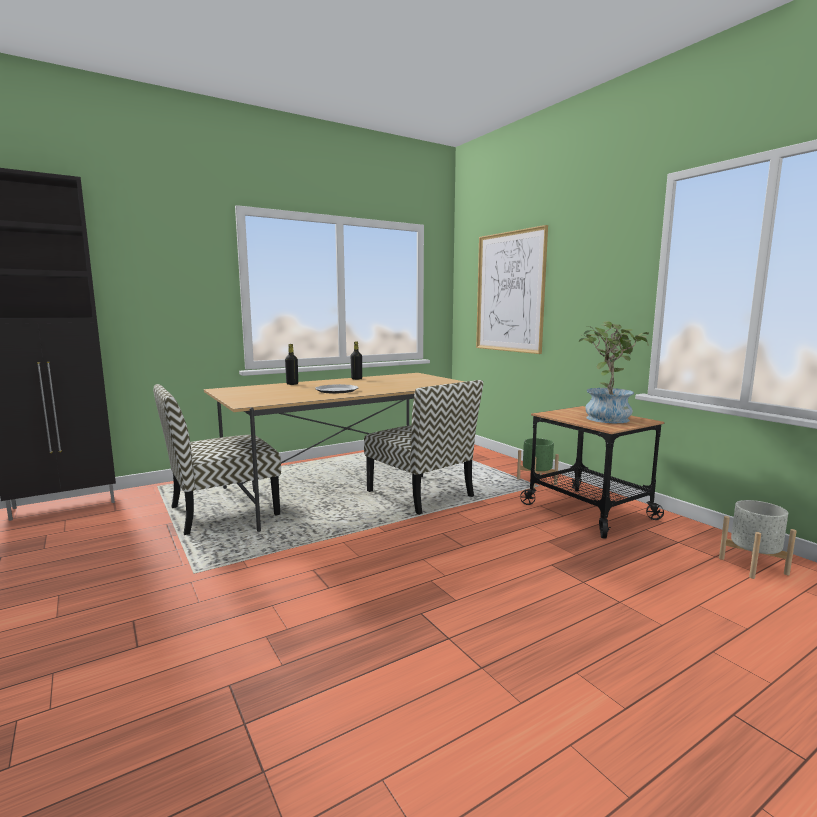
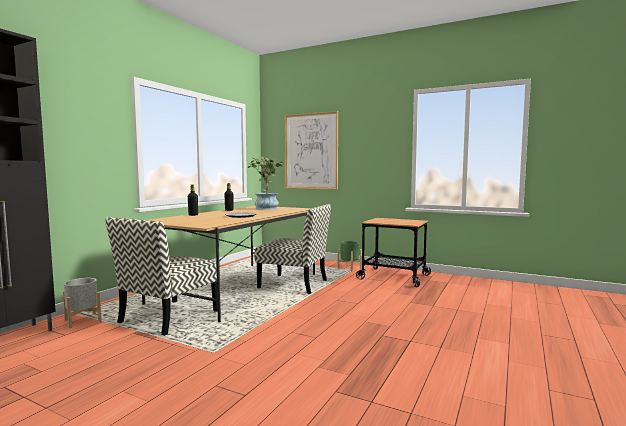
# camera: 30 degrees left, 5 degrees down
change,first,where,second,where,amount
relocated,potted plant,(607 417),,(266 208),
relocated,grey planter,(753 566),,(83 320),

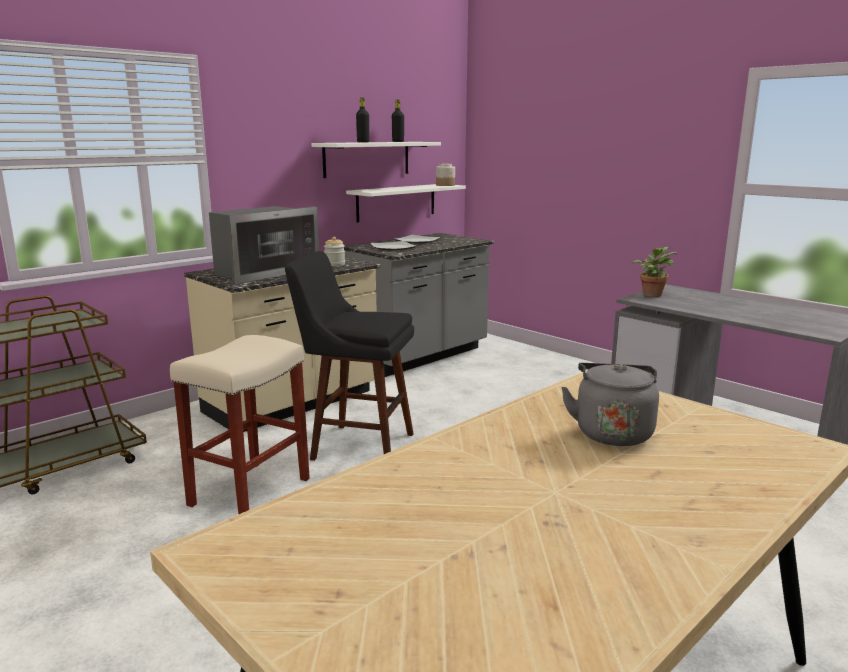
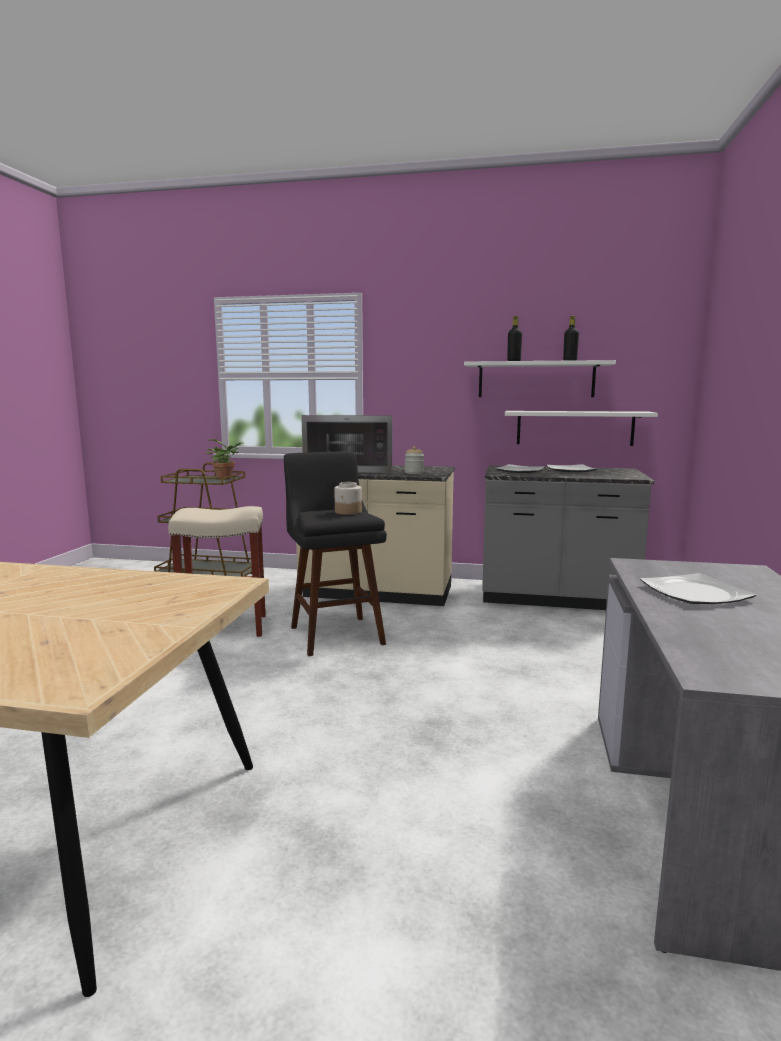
# camera: 55 degrees right, 5 degrees down
change,first,where,second,where,amount
relocated,jar,(445 185),,(348 512),
missing,grey kettle,(612 432),,,
relocated,potted plant,(652 294),,(226 478),
appeared,,,plate,(693 593),

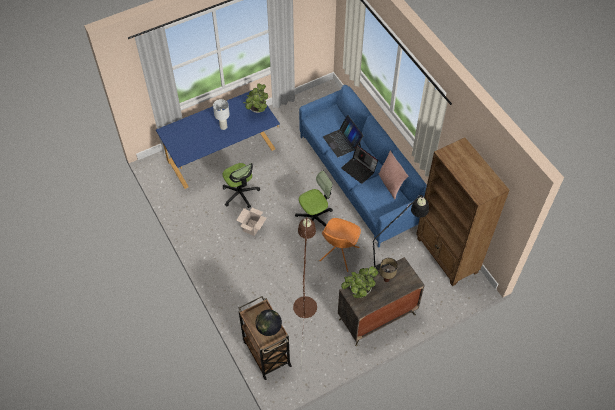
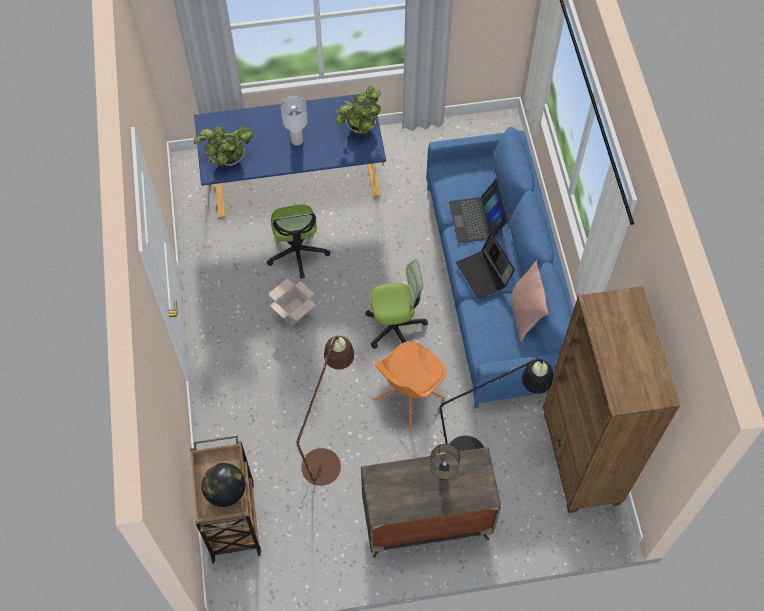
# camera: 20 degrees right, 5 degrees up
change,first,where,second,where,amount
relocated,potted plant,(359 290),,(228 159),

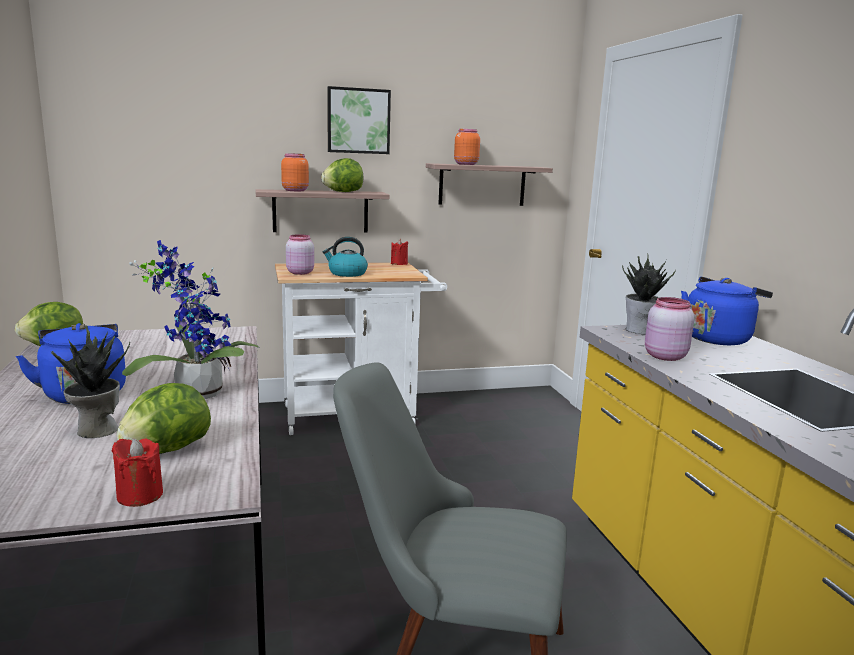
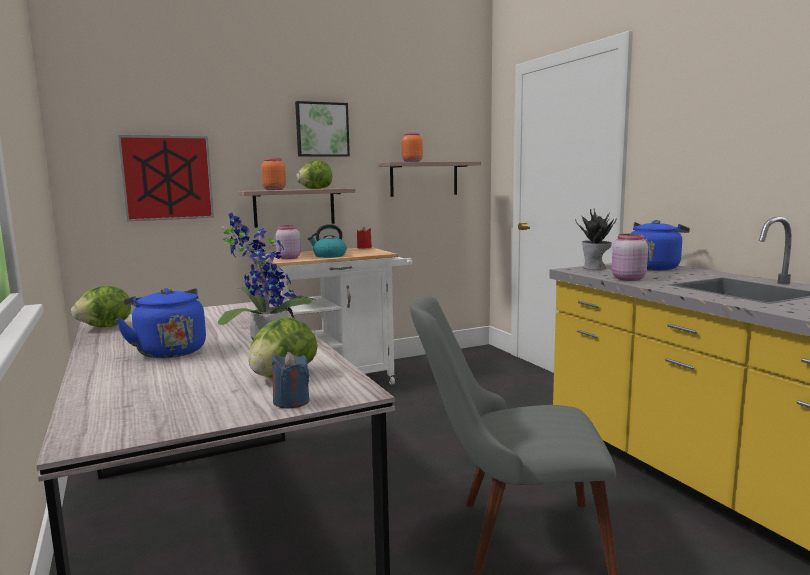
# camera: 10 degrees left, 5 degrees down
change,first,where,second,where,amount
missing,potted plant,(96 430),,,
colour,red candle,(140 495),blue candle,(291 401),
appeared,,,picture,(167 178),

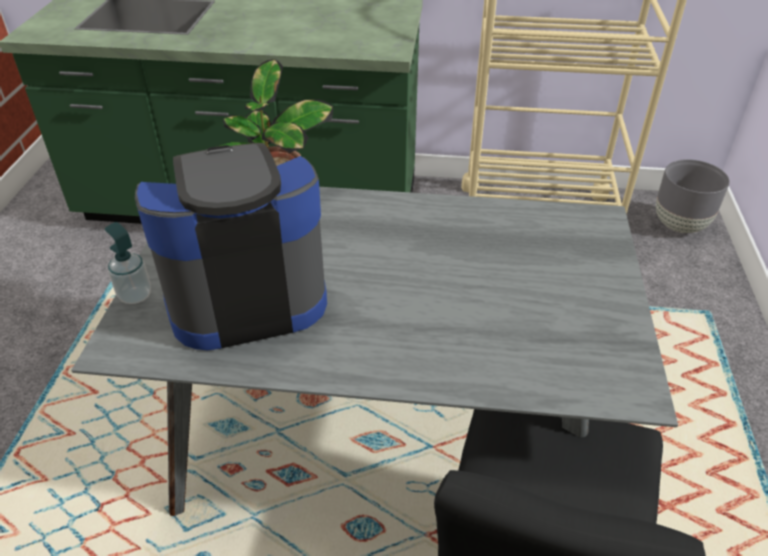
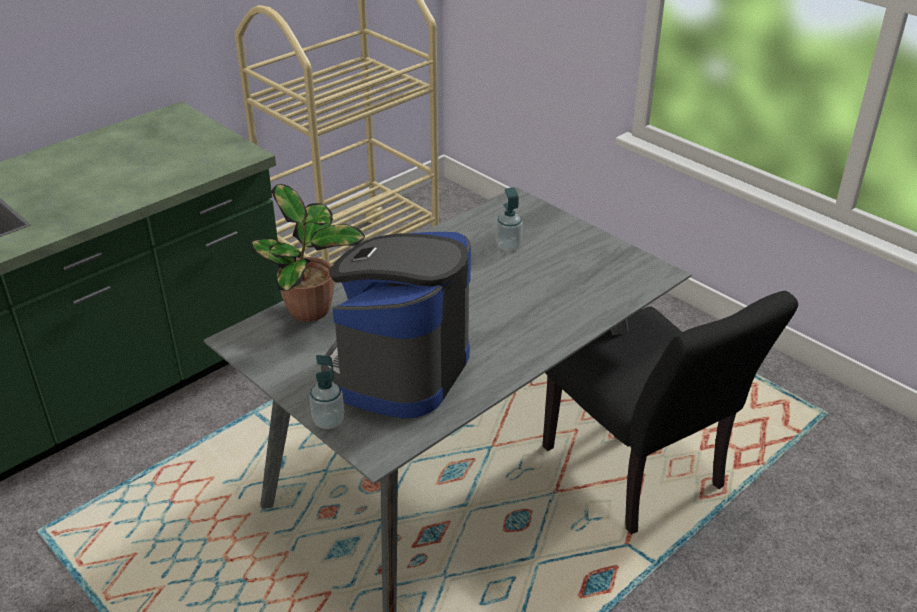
# camera: 50 degrees left, 5 degrees down
change,first,where,second,where,amount
missing,grey planter,(680 225),,,
appeared,,,soap dispenser,(508 246),

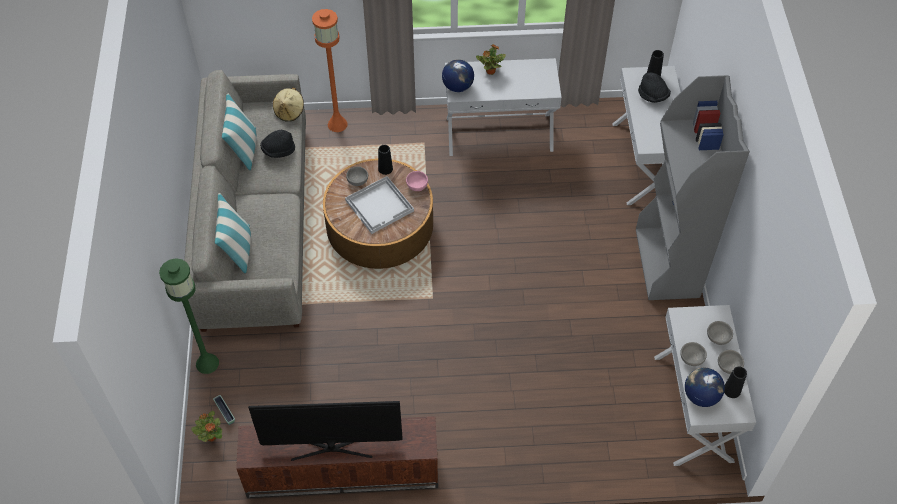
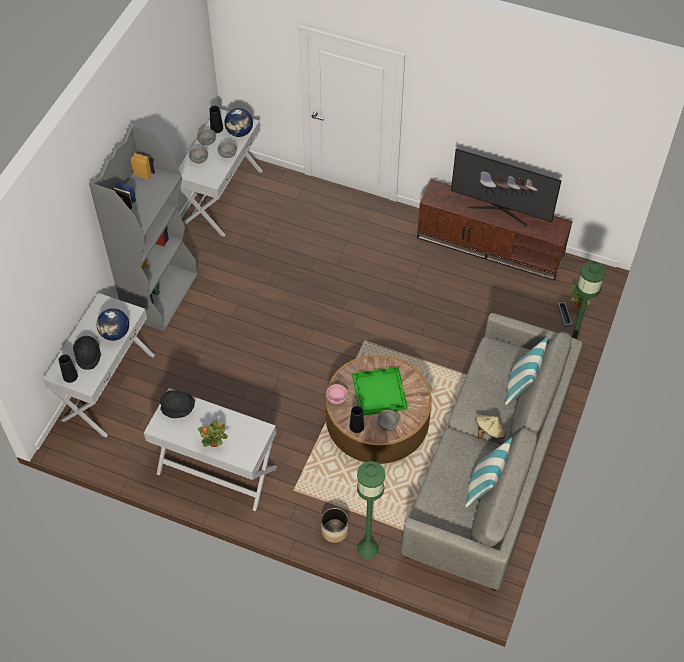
# camera: 155 degrees left, 0 degrees up
change,first,where,second,where,amount
relocated,black hat,(278 150),,(178 408),
relocated,beige hat,(289 111),,(489 432),
colour,orange floor lamp,(337 124),green floor lamp,(367 549),
colour,white tray,(380 206),green tray,(378 392),
relocated,globe,(457 86),,(115 333),
appeared,,,planter,(334 531),

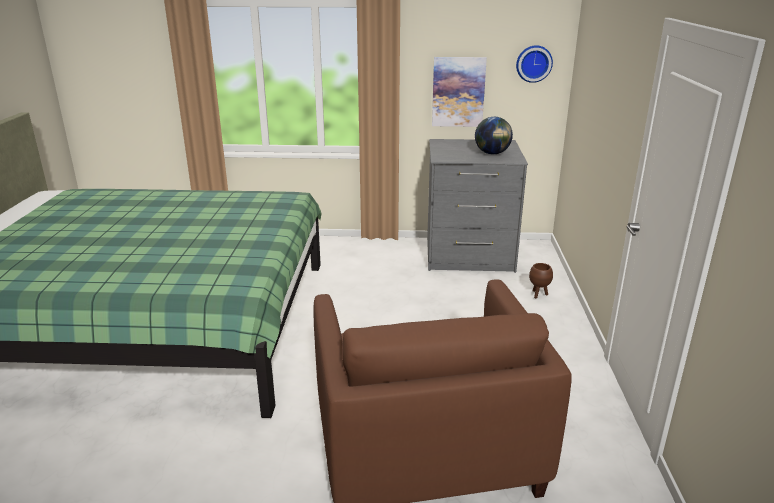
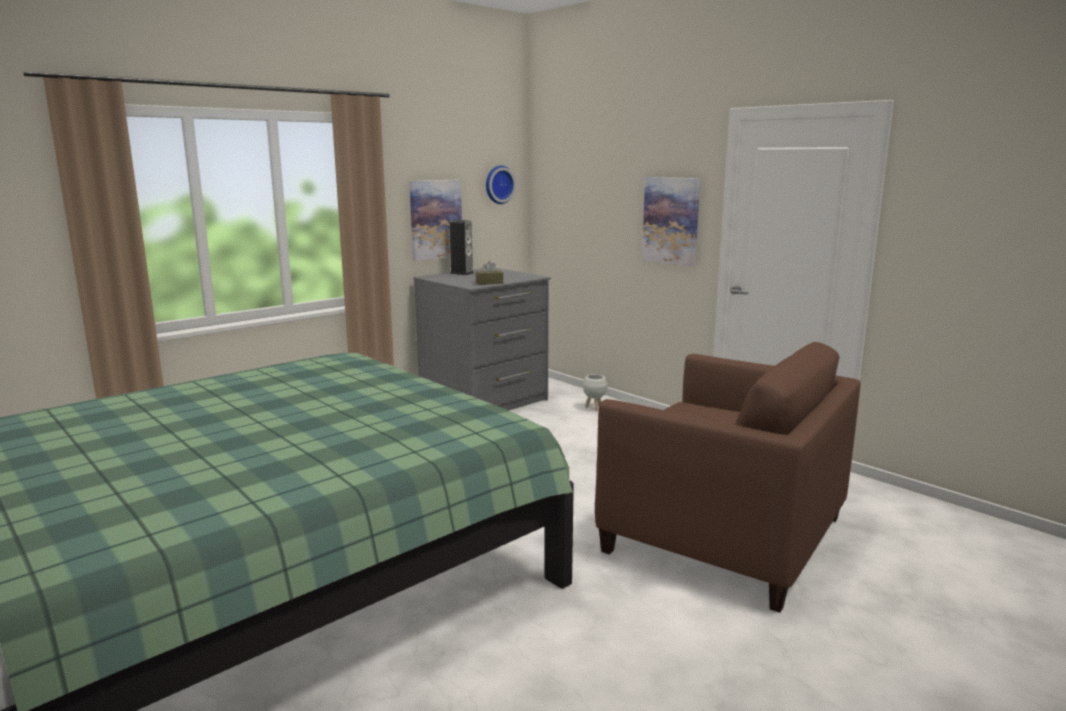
# camera: 45 degrees left, 10 degrees down
change,first,where,second,where,amount
missing,globe,(492 153),,,
colour,brown planter,(538 294),white planter,(594 408),
appeared,,,speaker,(461 273),
appeared,,,brown tissue box,(489 283),
appeared,,,picture,(671 220),

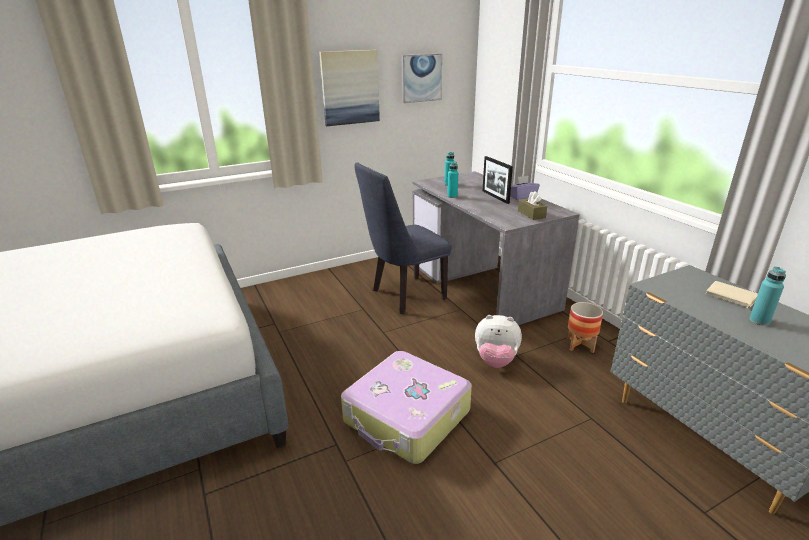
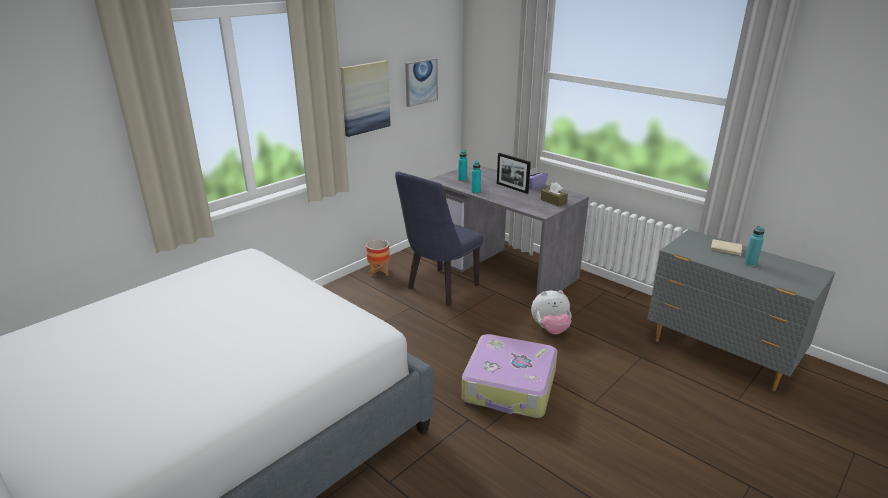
# camera: 20 degrees left, 0 degrees up
change,first,where,second,where,amount
relocated,planter,(580 345),,(379 272),

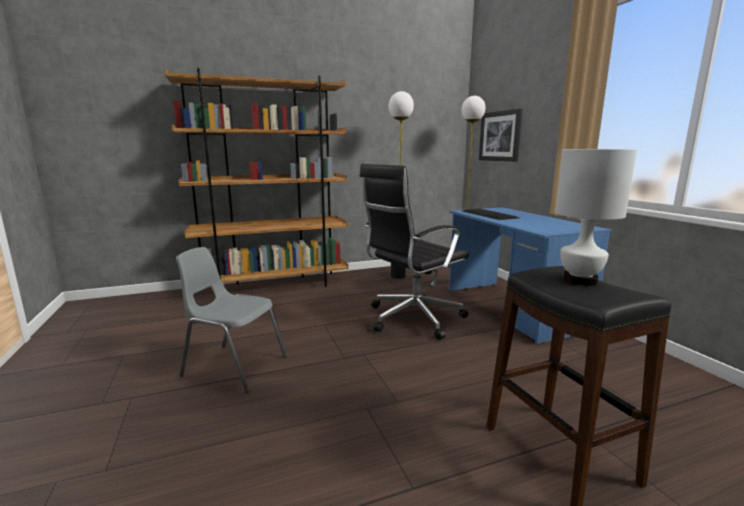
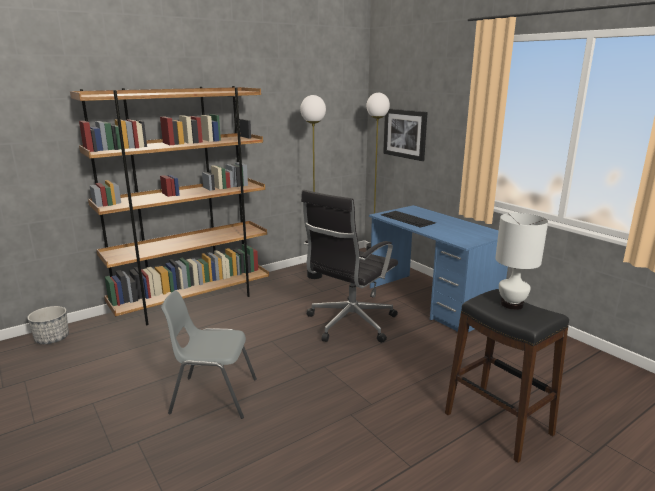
# camera: 15 degrees left, 5 degrees up
change,first,where,second,where,amount
appeared,,,planter,(52 339),

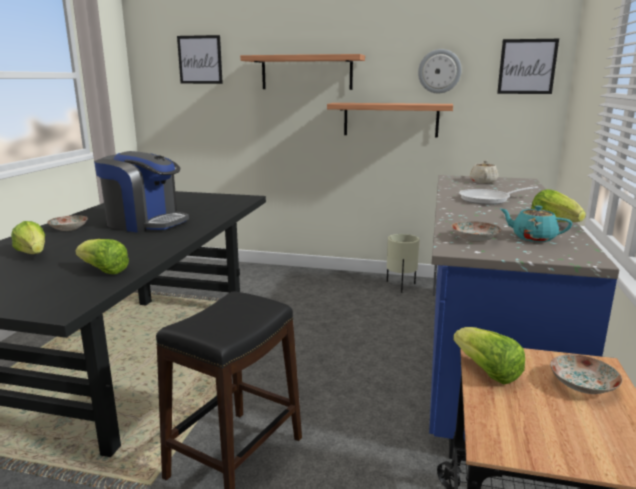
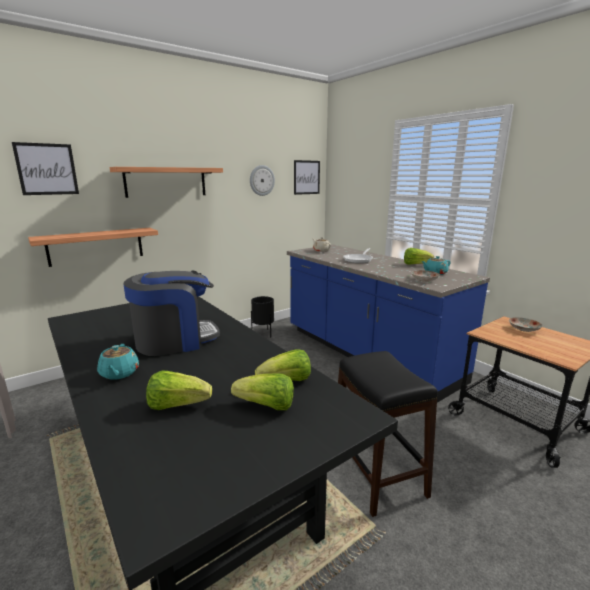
# camera: 50 degrees left, 0 degrees up
change,first,where,second,where,amount
exchanged,plate,(69 228),turquoise teapot,(119 373),
relocated,shelf,(390 119),,(96 246),
colour,beige planter,(401 286),black planter,(263 334),
relocated,lettuce,(486 371),,(266 406),

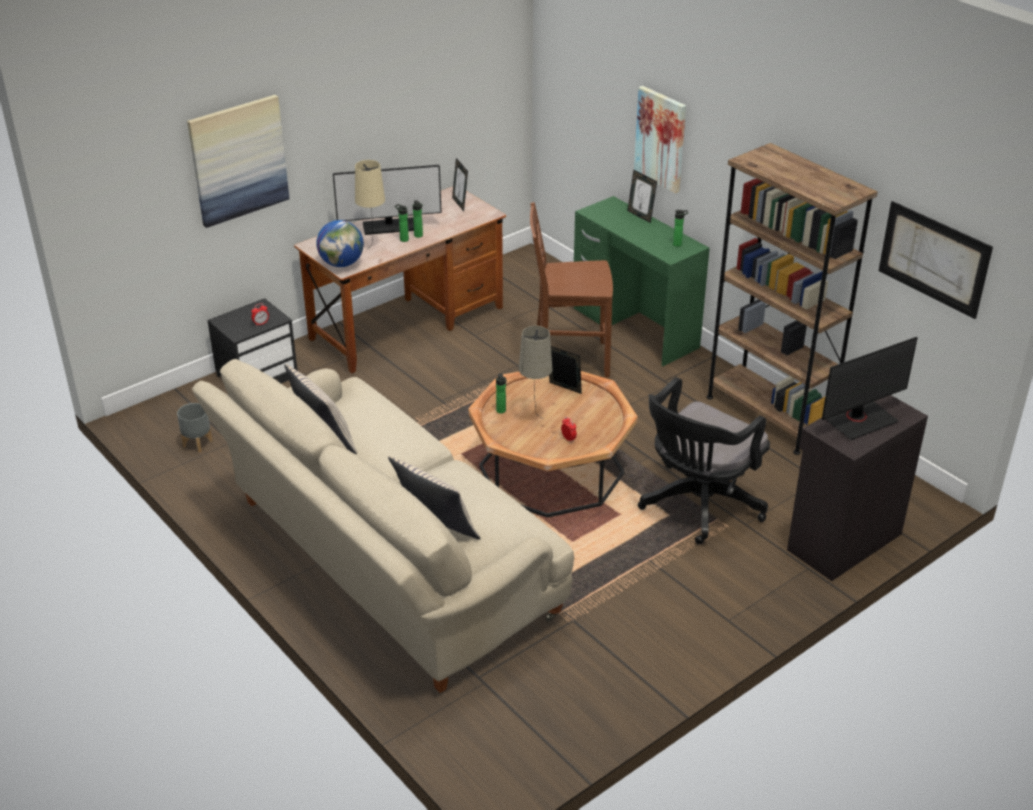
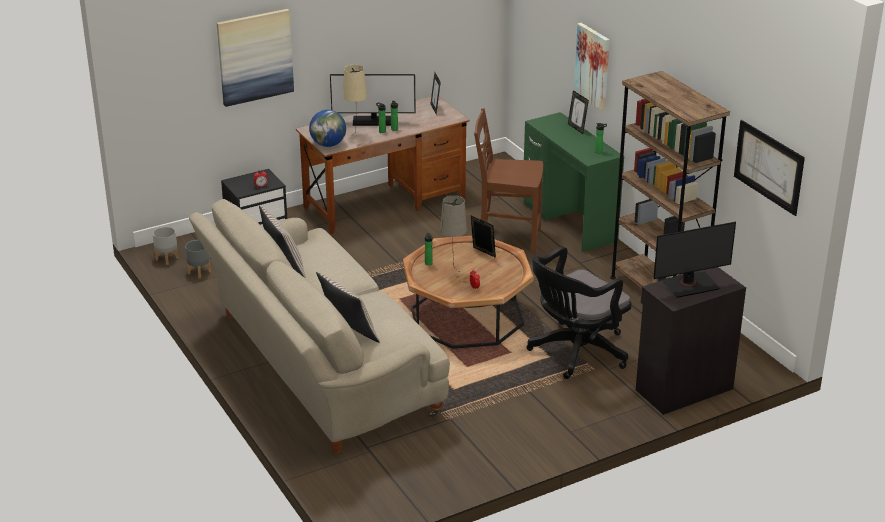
# camera: 10 degrees right, 5 degrees down
change,first,where,second,where,amount
appeared,,,grey planter,(167 259),

